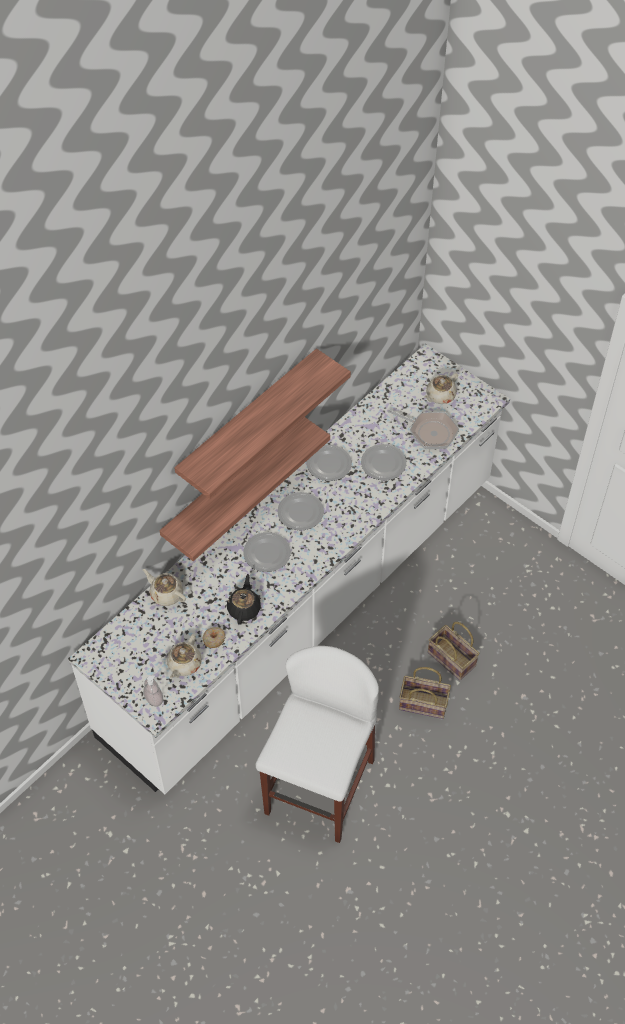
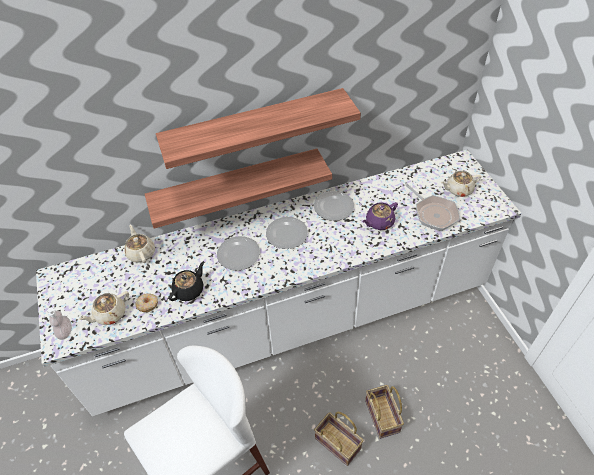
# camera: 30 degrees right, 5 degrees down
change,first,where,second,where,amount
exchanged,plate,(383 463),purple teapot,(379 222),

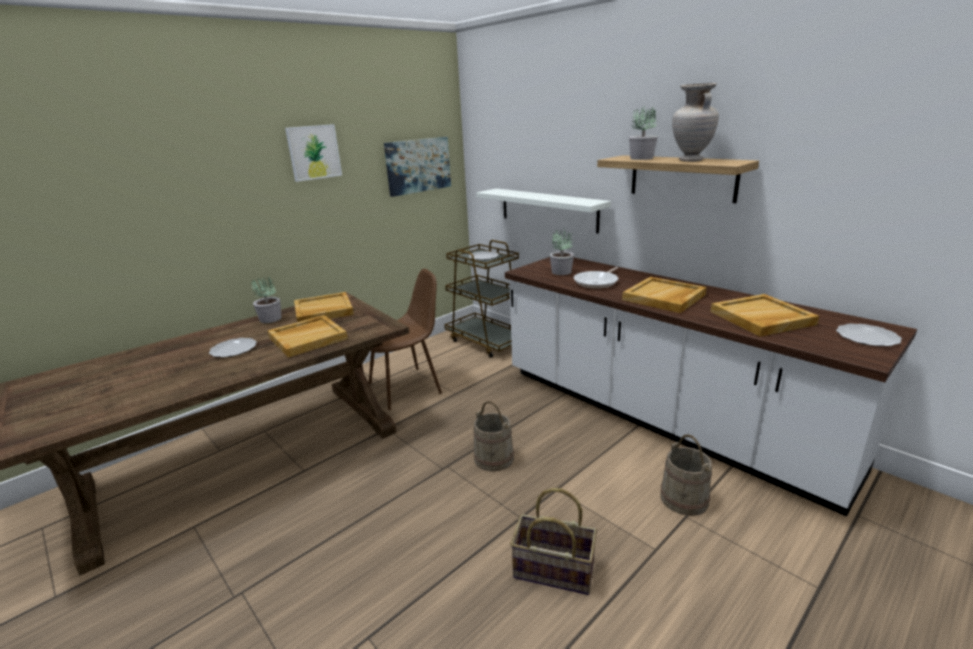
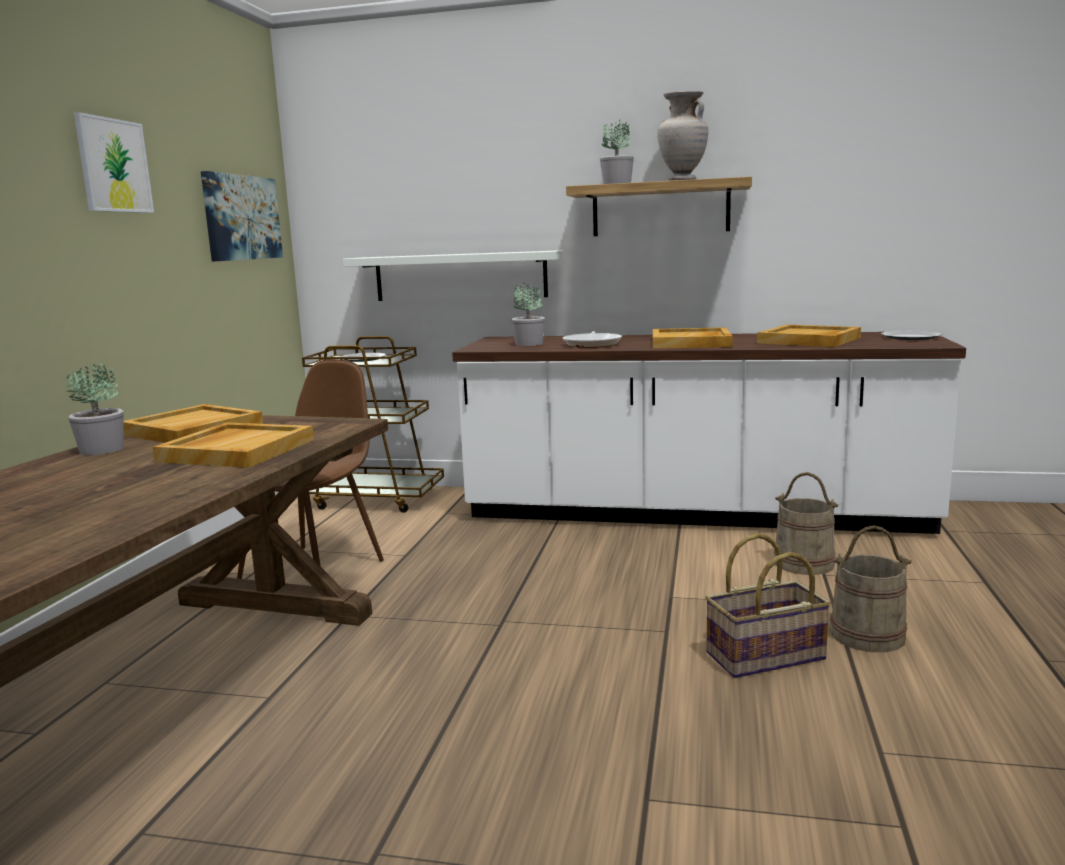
# camera: 35 degrees left, 10 degrees down
change,first,where,second,where,amount
missing,plate,(233 349),,,
relocated,beige bucket,(494 458),,(867 635),

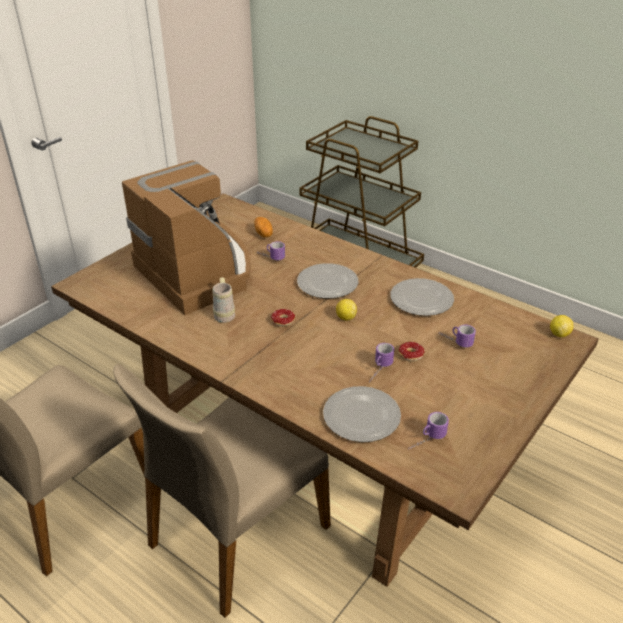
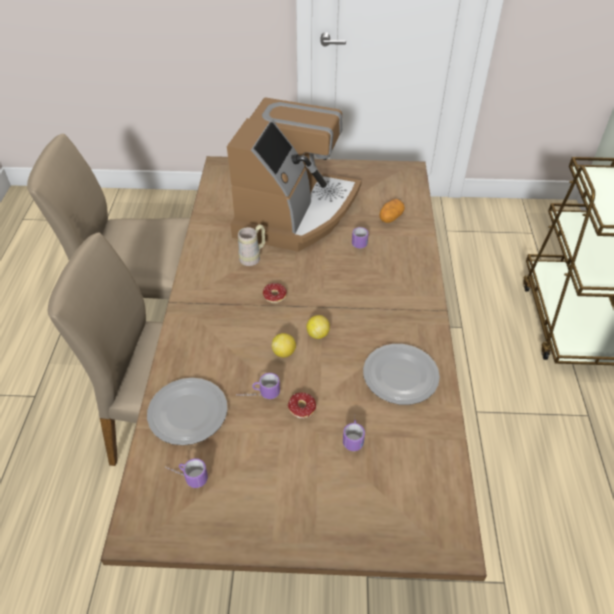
# camera: 55 degrees right, 10 degrees up
change,first,where,second,where,amount
missing,plate,(327 283),,,
relocated,lemon,(559 334),,(284 352),

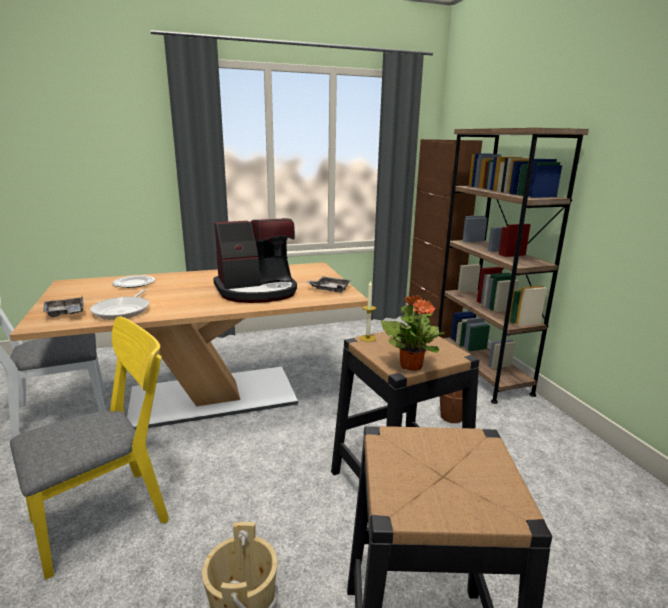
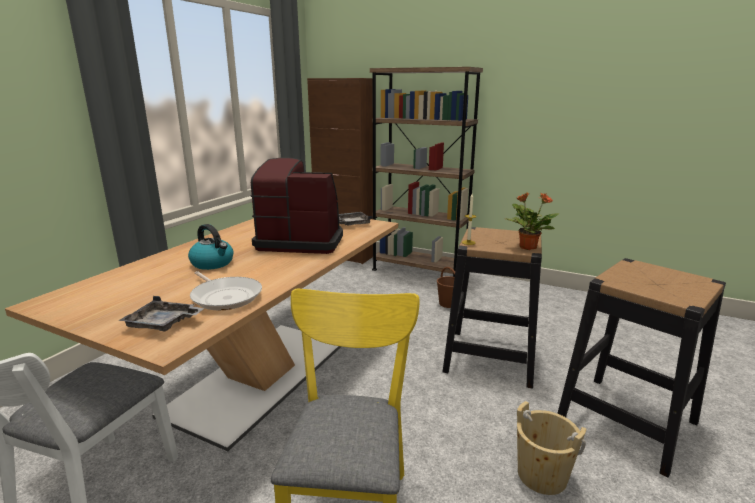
# camera: 45 degrees left, 0 degrees up
change,first,where,second,where,amount
missing,plate,(134 283),,,
spun,coffee machine,(257 291),,(300 241),105 degrees counterclockwise
appeared,,,kettle,(213 263),

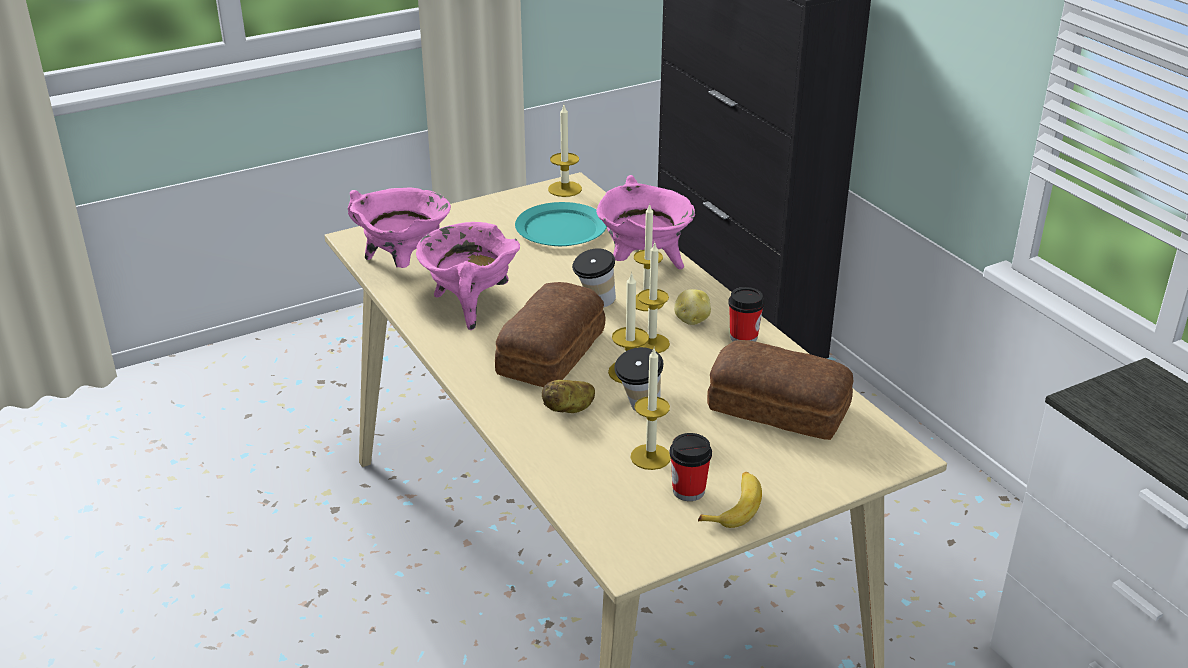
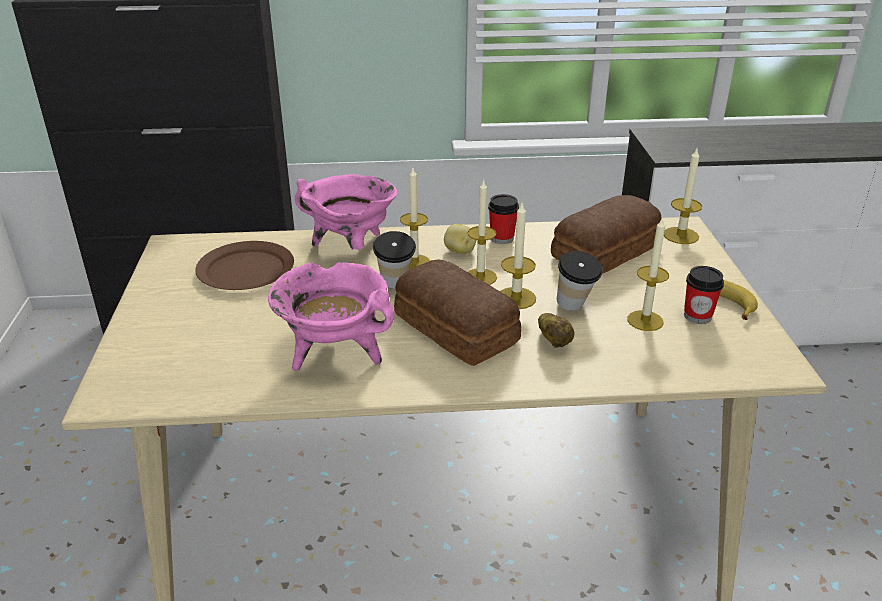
# camera: 65 degrees left, 0 degrees up
change,first,where,second,where,amount
missing,pink cooking pot,(404 264),,,
colour,turquoise plate,(561 229),brown plate,(247 270),
relocated,candle,(565 189),,(681 235),

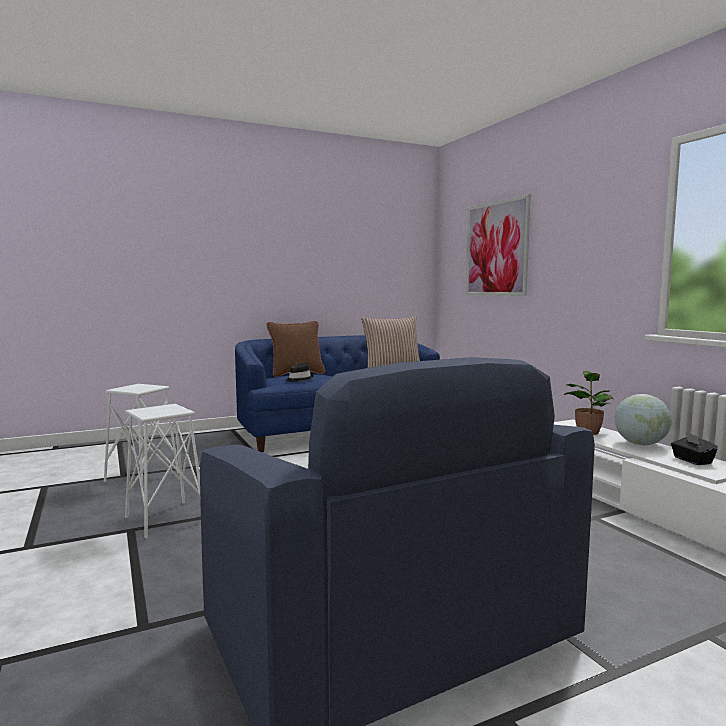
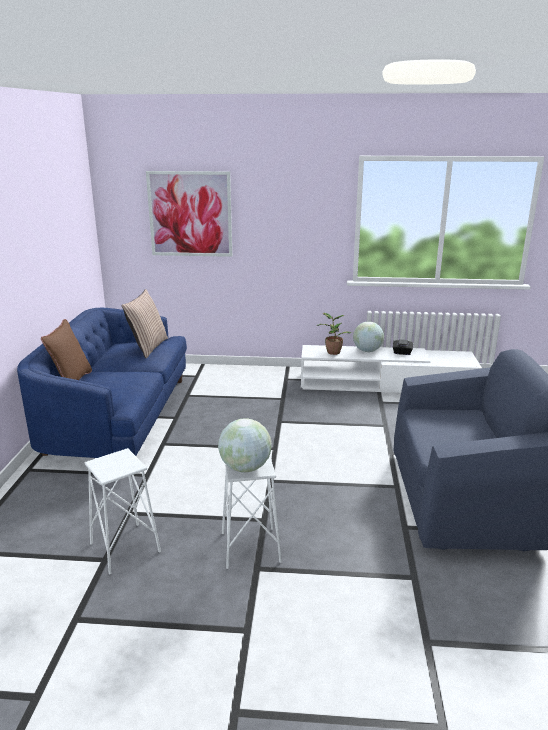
# camera: 60 degrees left, 15 degrees up
change,first,where,second,where,amount
missing,black hat,(298 379),,,
appeared,,,globe,(245 468),

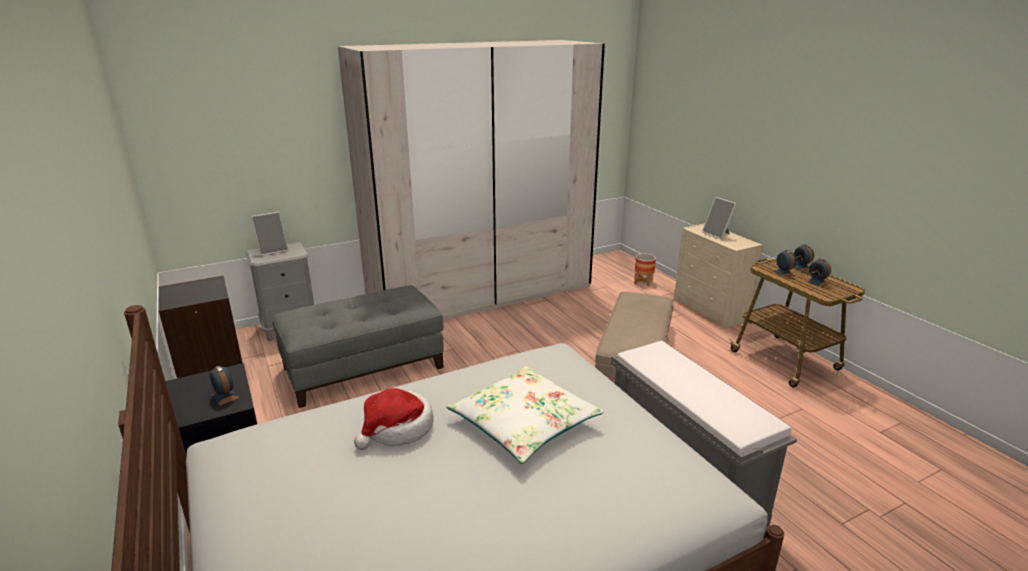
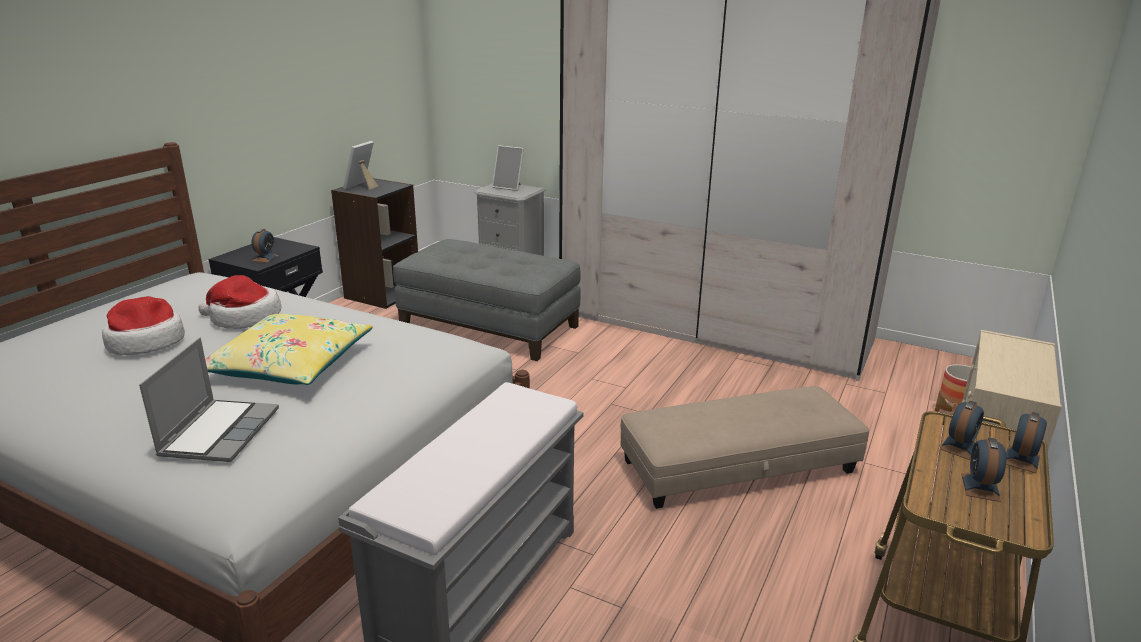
# camera: 55 degrees right, 0 degrees up
change,first,where,second,where,amount
colour,white pillow,(524 423),yellow pillow,(290 364),
relocated,picture frame,(717 234),,(362 186),
appeared,,,hat,(146 342),
appeared,,,laptop,(219 432),

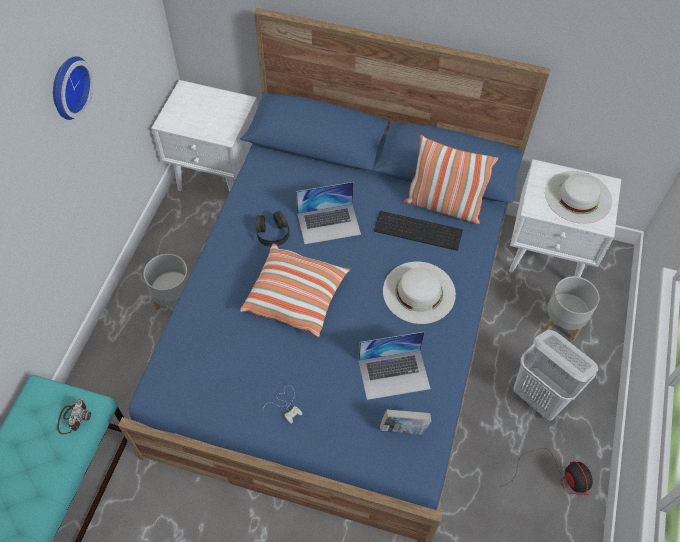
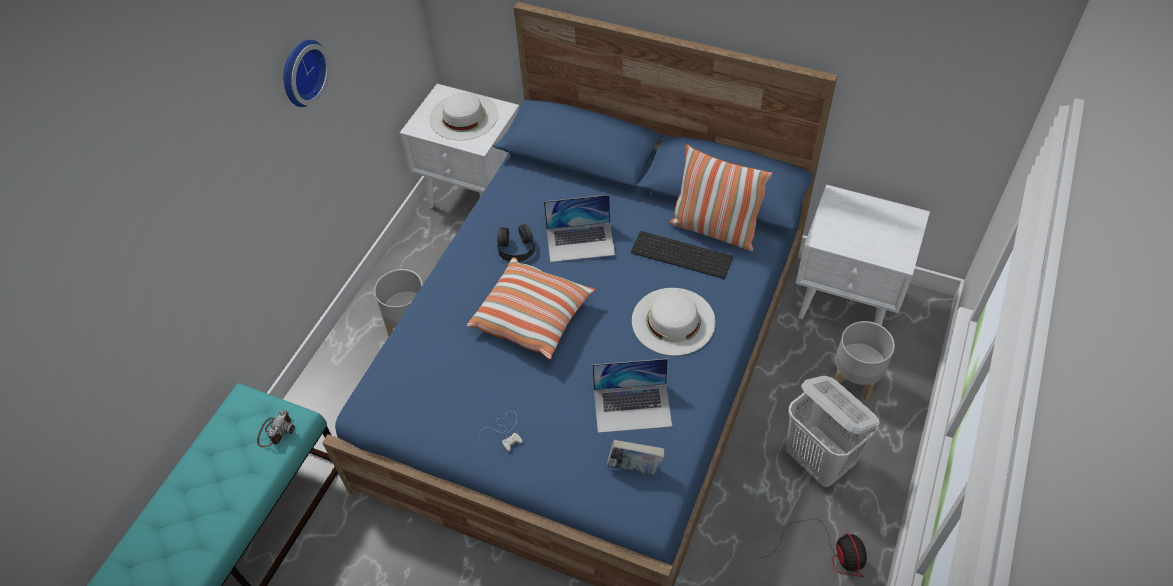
# camera: 10 degrees right, 5 degrees down
change,first,where,second,where,amount
relocated,white hat,(578 197),,(464 116),

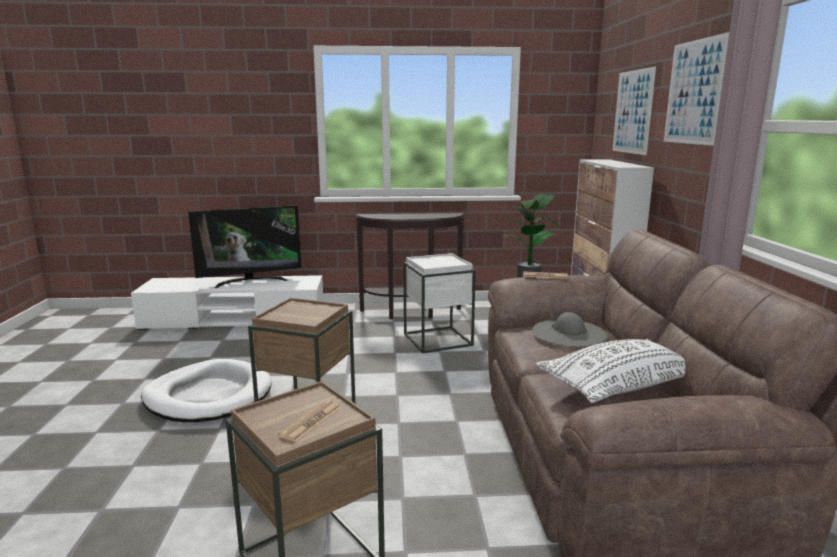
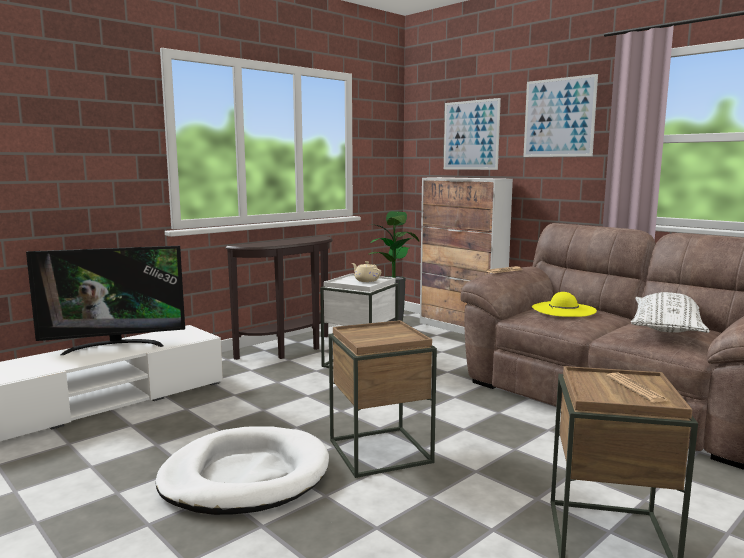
# camera: 40 degrees left, 5 degrees down
change,first,where,second,where,amount
spun,television,(250 281),,(115 346),45 degrees clockwise
colour,grey hat,(569 333),yellow hat,(563 309),
appeared,,,beige teapot,(366 280),

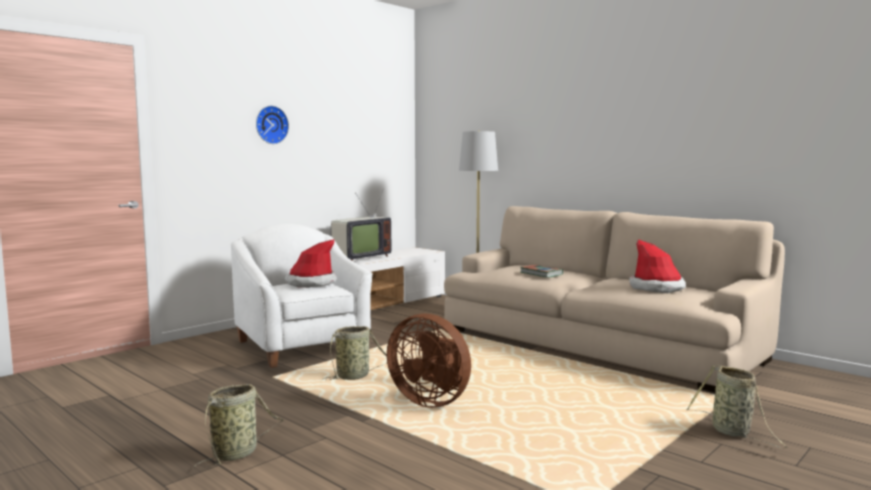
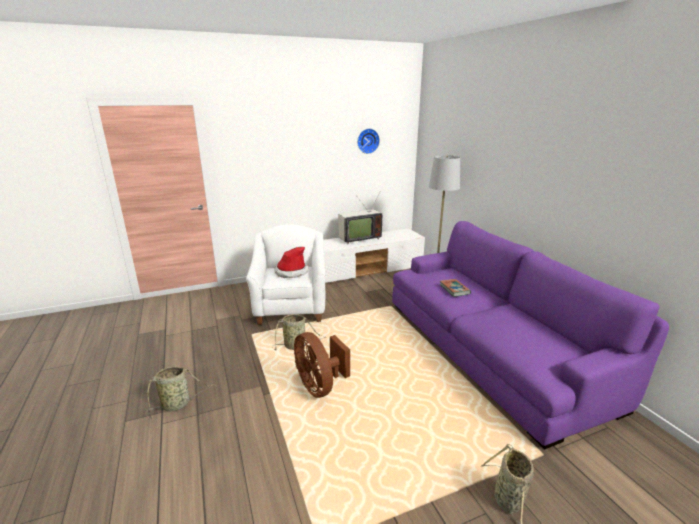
# camera: 25 degrees right, 15 degrees up
change,first,where,second,where,amount
relocated,wall clock,(270 125),,(367 141),
colour,beige sofa,(595 343),purple sofa,(489 349),
missing,hat,(657 288),,,

